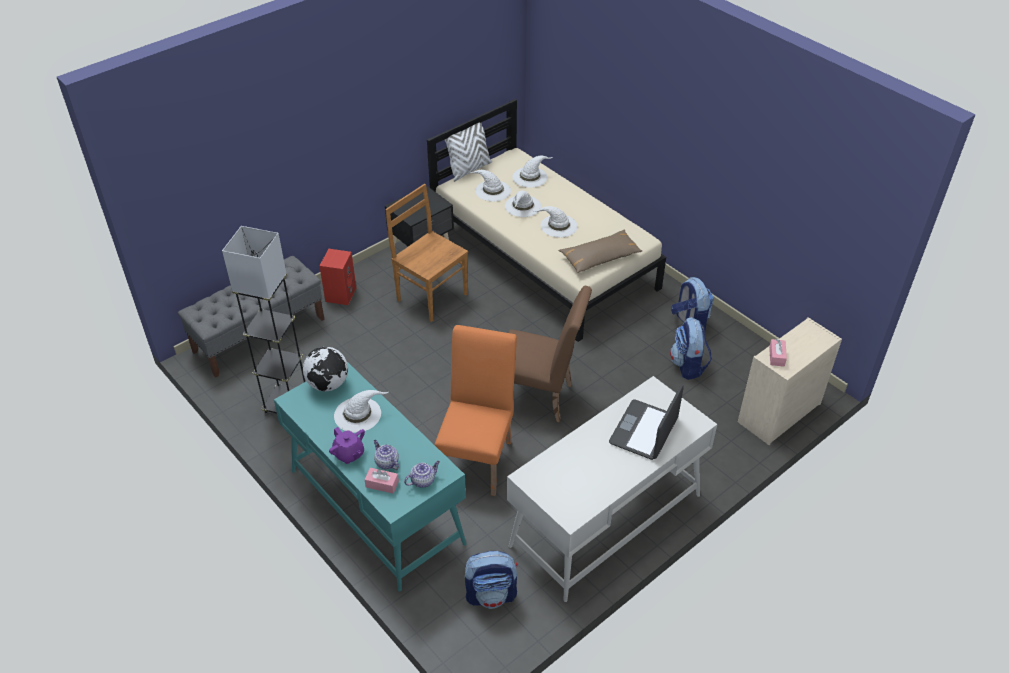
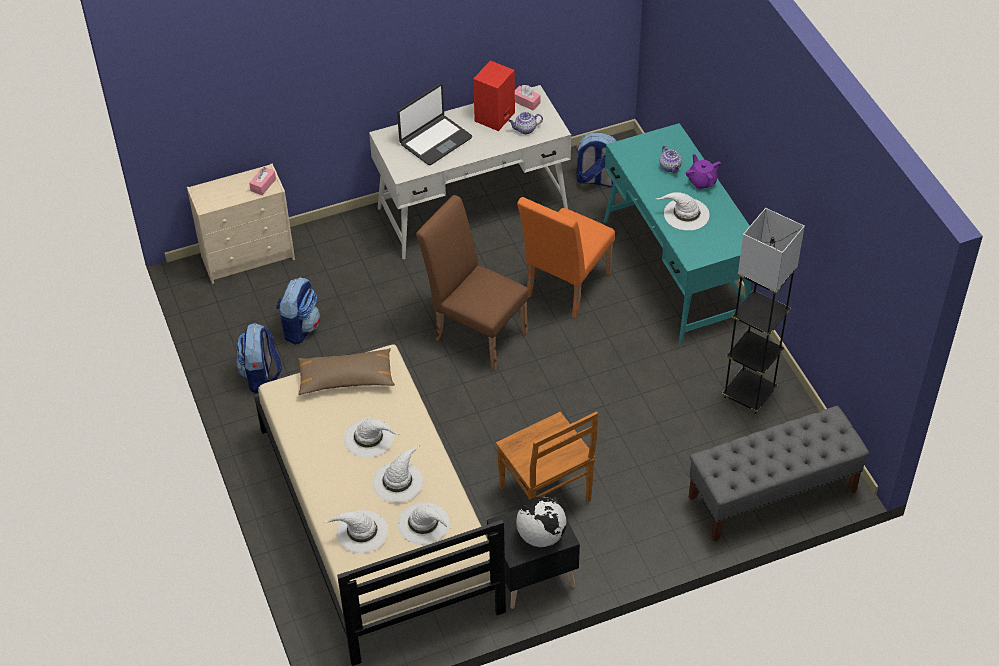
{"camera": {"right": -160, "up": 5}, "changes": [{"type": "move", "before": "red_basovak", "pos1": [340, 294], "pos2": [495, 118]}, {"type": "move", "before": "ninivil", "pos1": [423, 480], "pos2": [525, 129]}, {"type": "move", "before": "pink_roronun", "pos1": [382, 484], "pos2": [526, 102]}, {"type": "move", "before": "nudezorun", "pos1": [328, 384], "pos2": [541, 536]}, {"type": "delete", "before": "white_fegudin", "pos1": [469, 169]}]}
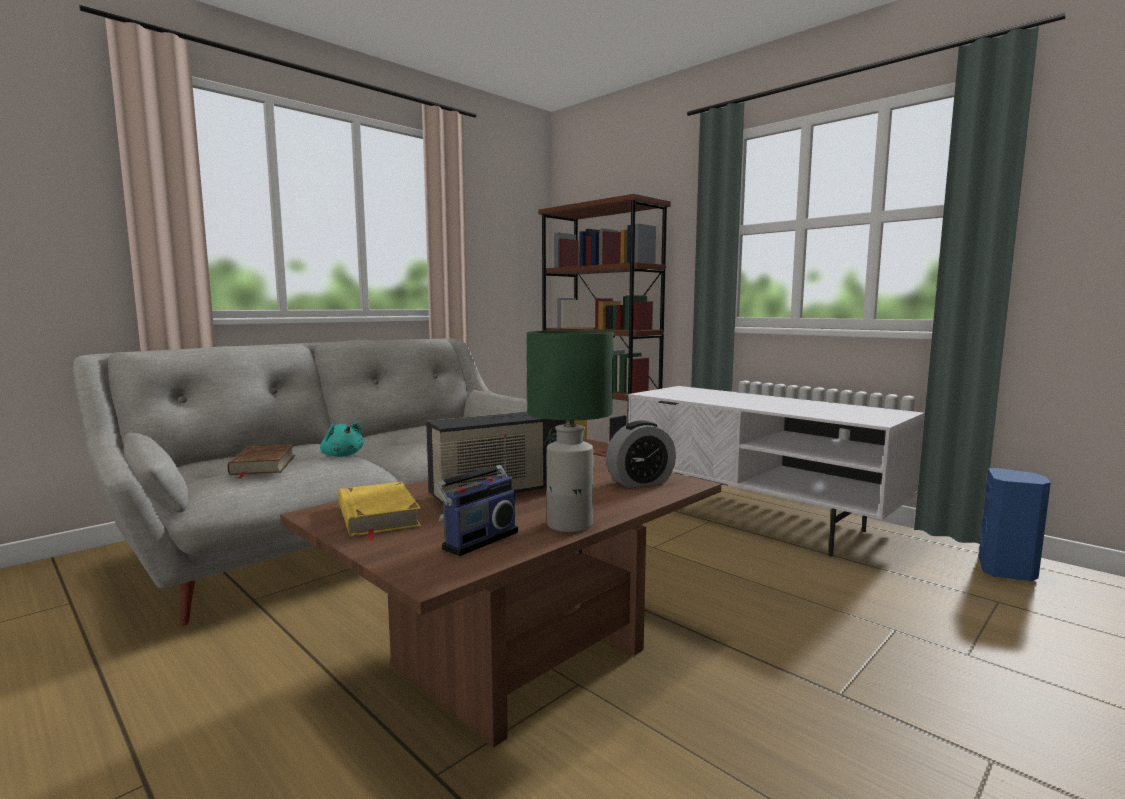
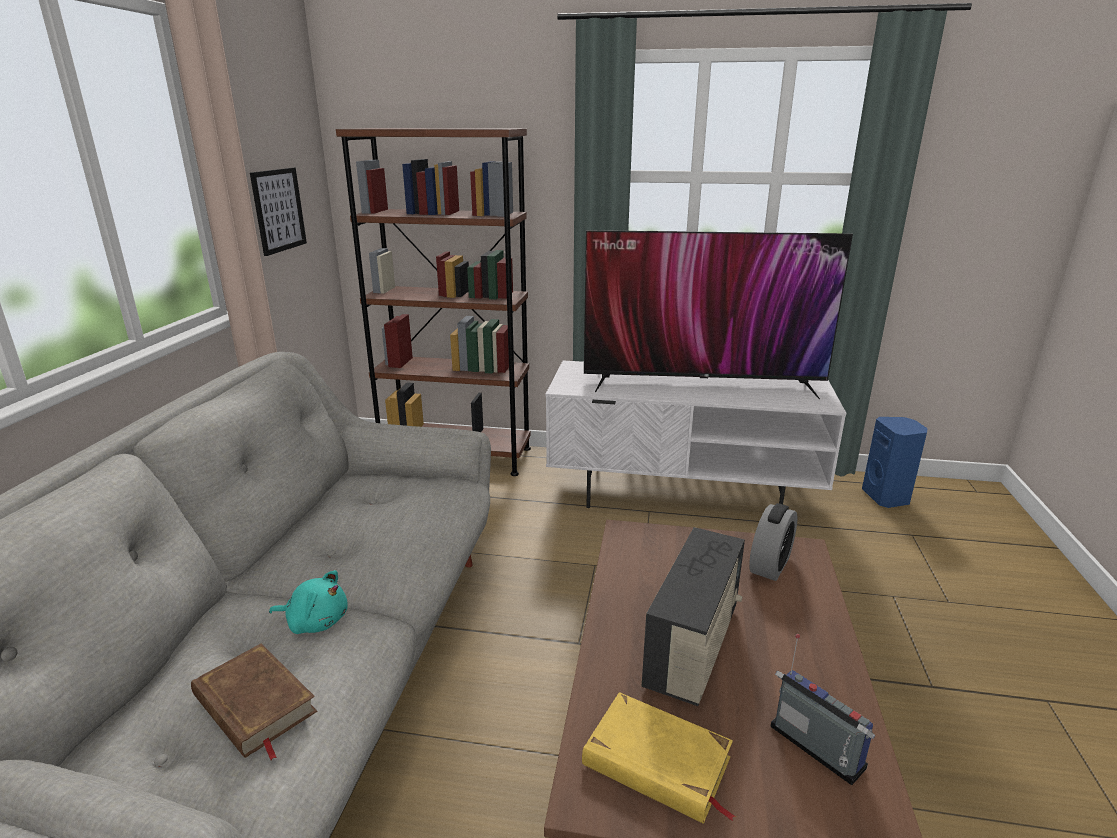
{"camera": {"right": -35, "up": 15}, "changes": [{"type": "insert", "after": "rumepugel", "pos2": [278, 210]}, {"type": "insert", "after": "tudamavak", "pos2": [702, 384]}, {"type": "rotate", "before": "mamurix", "pos1": [478, 539], "pos2": [813, 750], "turn": -45}, {"type": "delete", "before": "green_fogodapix", "pos1": [570, 524]}]}
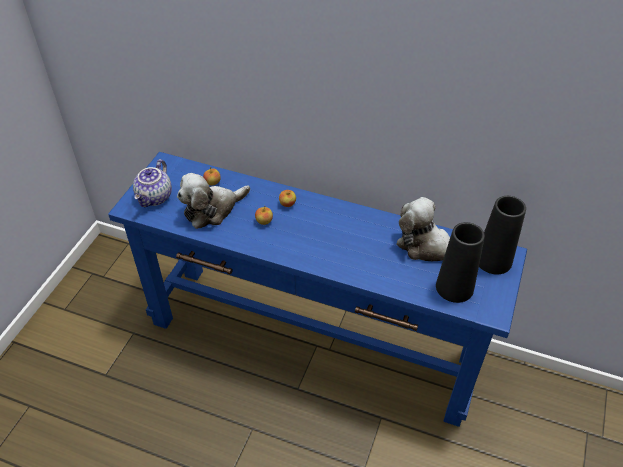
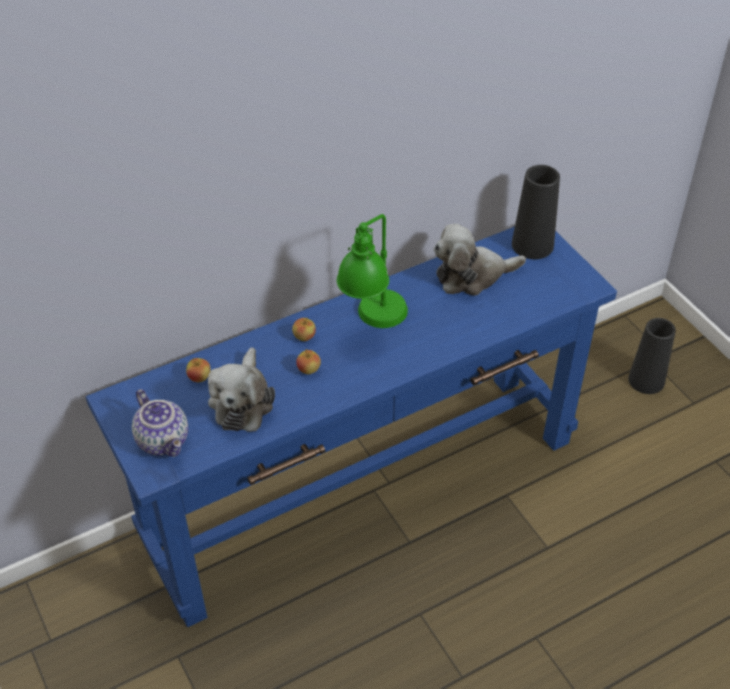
{"camera": {"right": -50, "up": 0}, "changes": [{"type": "insert", "after": "green_fogodapix", "pos2": [373, 325]}, {"type": "move", "before": "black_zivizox", "pos1": [454, 287], "pos2": [646, 380]}]}
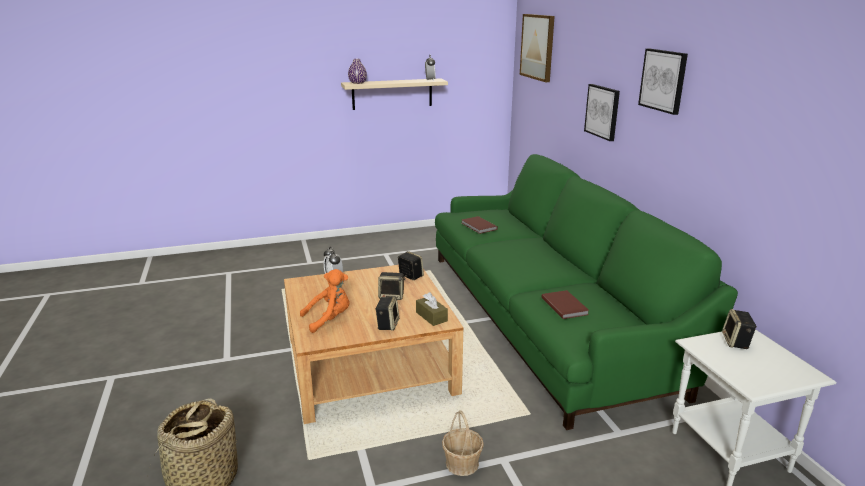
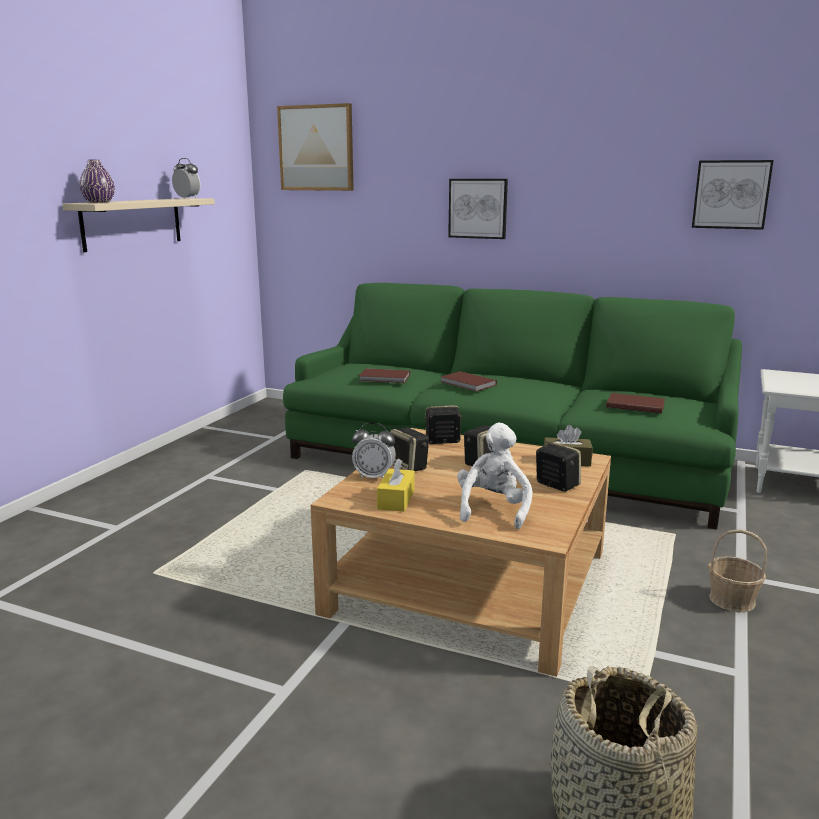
{"camera": {"right": -50, "up": -5}, "changes": [{"type": "insert", "after": "yellow_roronun", "pos2": [396, 499]}, {"type": "move", "before": "basovak", "pos1": [736, 342], "pos2": [409, 467]}, {"type": "insert", "after": "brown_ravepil", "pos2": [467, 384]}, {"type": "recolor", "before": "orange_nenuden", "after": "white_nenuden", "pos1": [329, 319], "pos2": [493, 509]}, {"type": "move", "before": "rumepugel", "pos1": [663, 80], "pos2": [731, 194]}]}
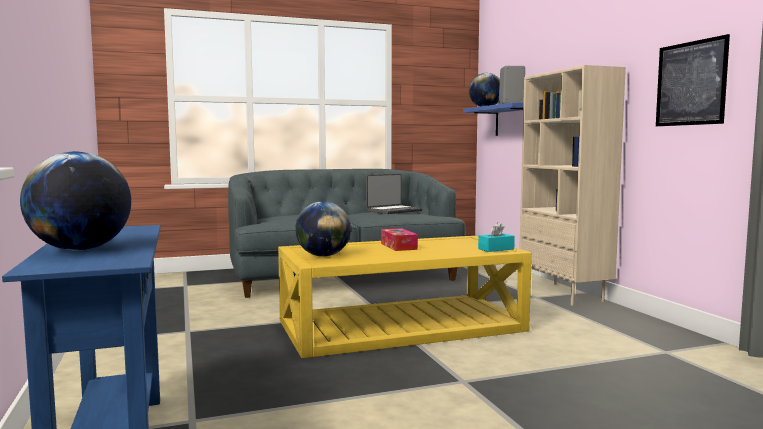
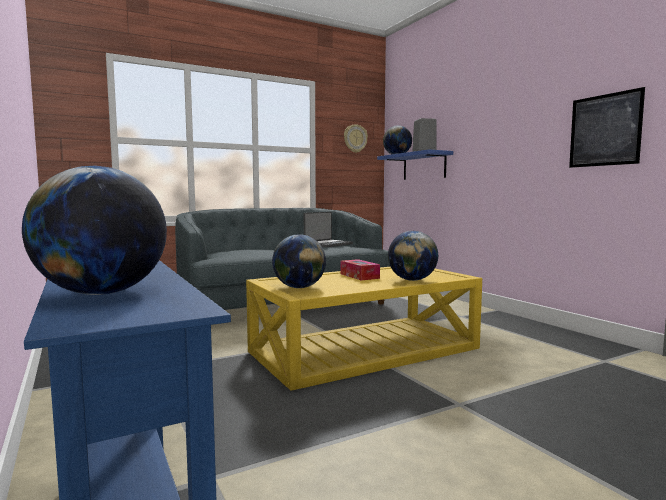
{"camera": {"right": -10, "up": 0}, "changes": [{"type": "insert", "after": "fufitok", "pos2": [355, 138]}, {"type": "insert", "after": "nudezorun", "pos2": [412, 280]}, {"type": "delete", "before": "turquoise_roronun", "pos1": [496, 249]}, {"type": "delete", "before": "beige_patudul", "pos1": [564, 294]}]}
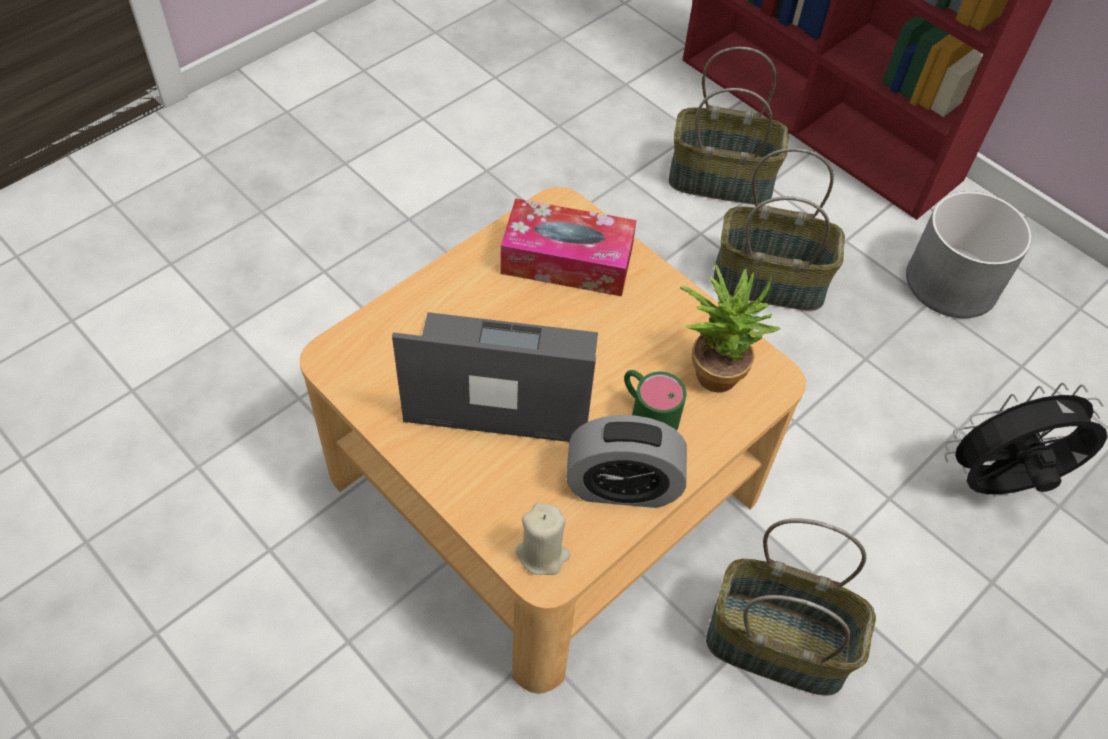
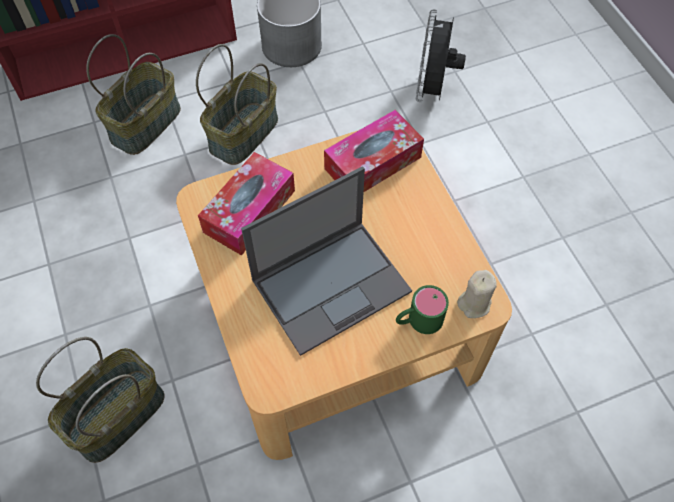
{"camera": {"right": -65, "up": 5}, "changes": [{"type": "move", "before": "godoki", "pos1": [779, 643], "pos2": [117, 414]}, {"type": "rotate", "before": "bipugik", "pos1": [500, 379], "pos2": [332, 284], "turn": -150}, {"type": "replace", "before": "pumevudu", "after": "roronun", "pos1": [714, 368], "pos2": [373, 163]}, {"type": "move", "before": "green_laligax", "pos1": [647, 413], "pos2": [418, 320]}, {"type": "delete", "before": "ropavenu", "pos1": [622, 486]}]}
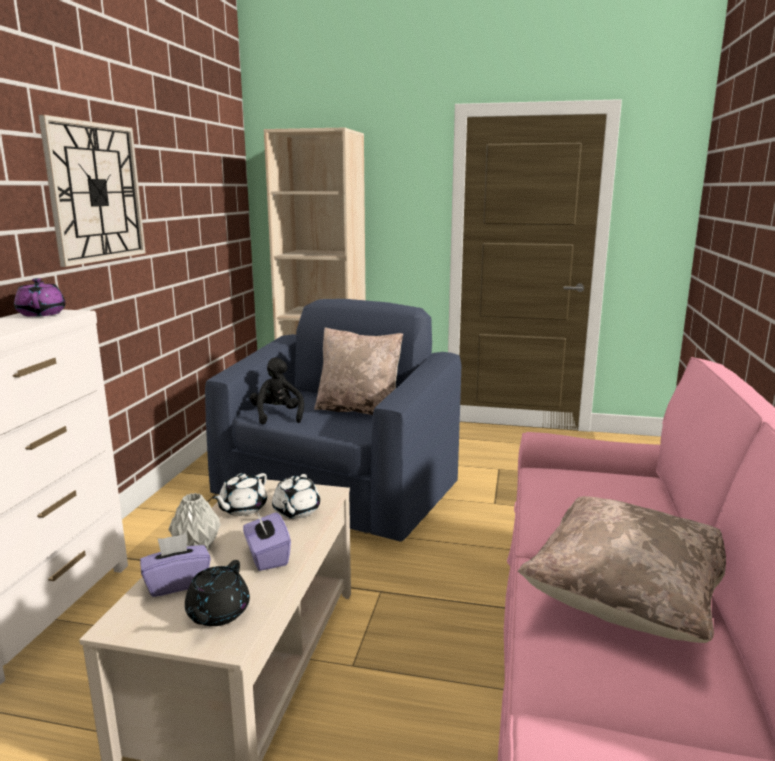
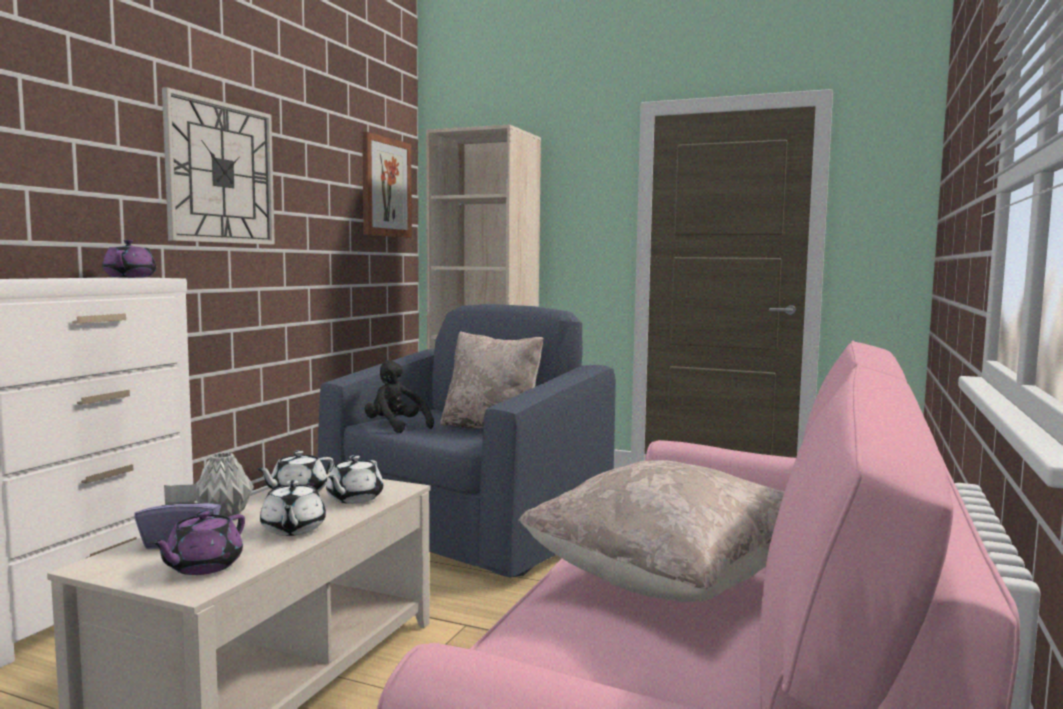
{"camera": {"right": 10, "up": -10}, "changes": [{"type": "recolor", "before": "black_ninivil", "after": "purple_ninivil", "pos1": [217, 613], "pos2": [202, 566]}, {"type": "replace", "before": "purple_roronun", "after": "white_ninivil", "pos1": [267, 557], "pos2": [293, 529]}, {"type": "insert", "after": "rumepugel", "pos2": [385, 187]}, {"type": "rotate", "before": "black_nenuden", "pos1": [277, 416], "pos2": [395, 427], "turn": -45}]}
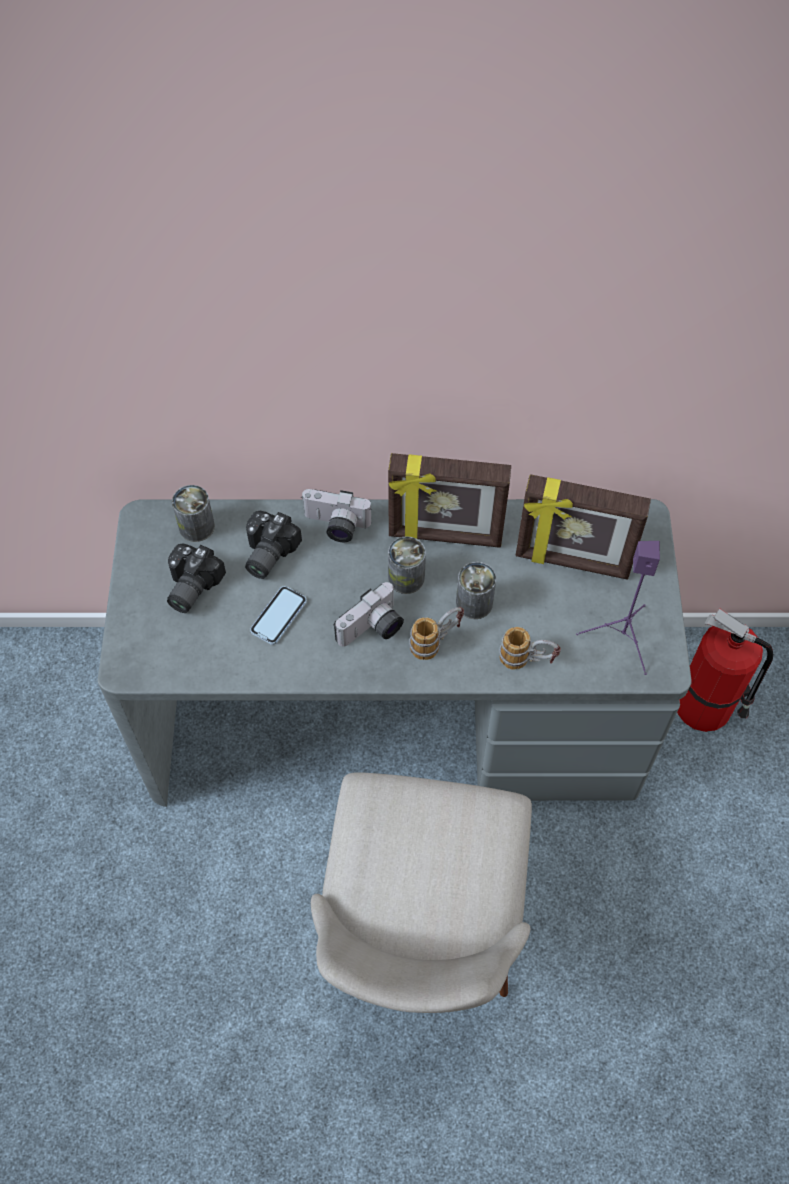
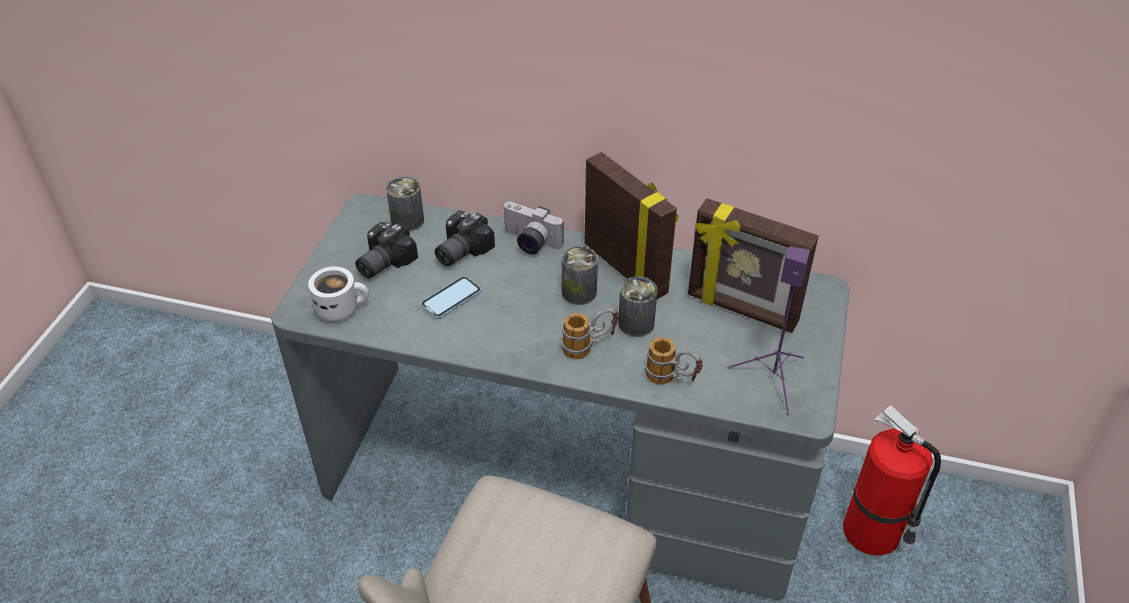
{"camera": {"right": 15, "up": -15}, "changes": [{"type": "insert", "after": "white_laligax", "pos2": [341, 308]}, {"type": "rotate", "before": "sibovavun", "pos1": [445, 536], "pos2": [626, 268], "turn": -150}, {"type": "delete", "before": "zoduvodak", "pos1": [372, 629]}]}
